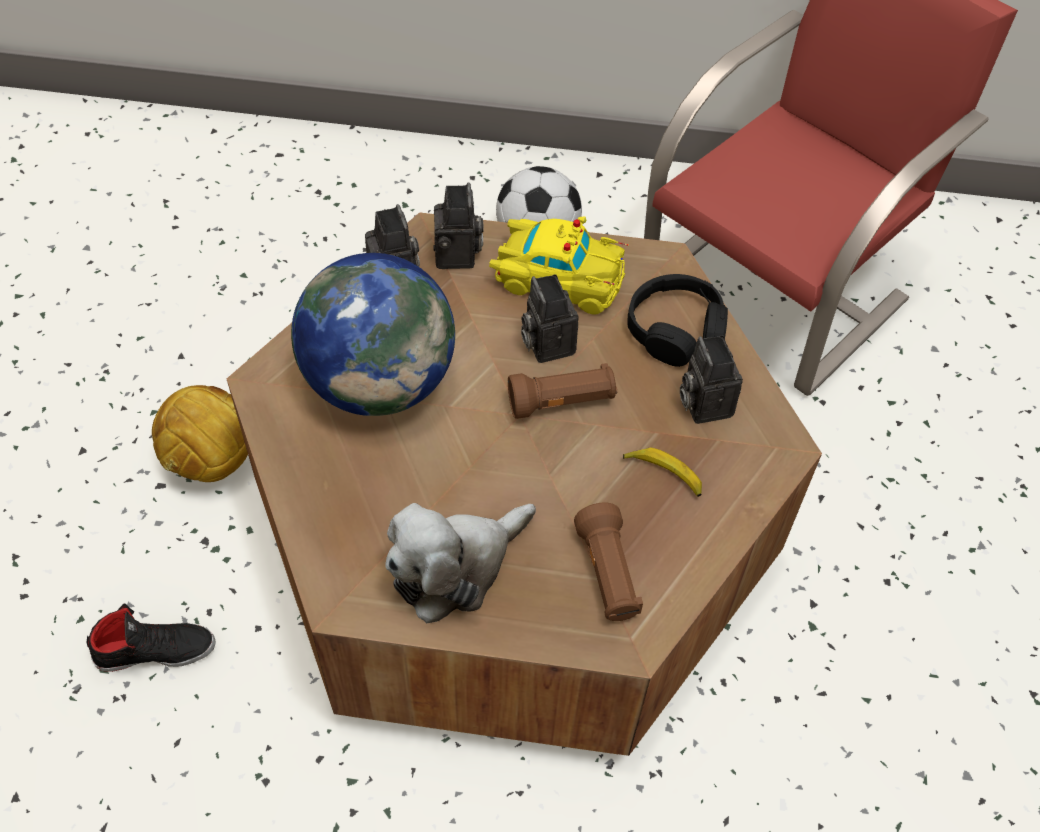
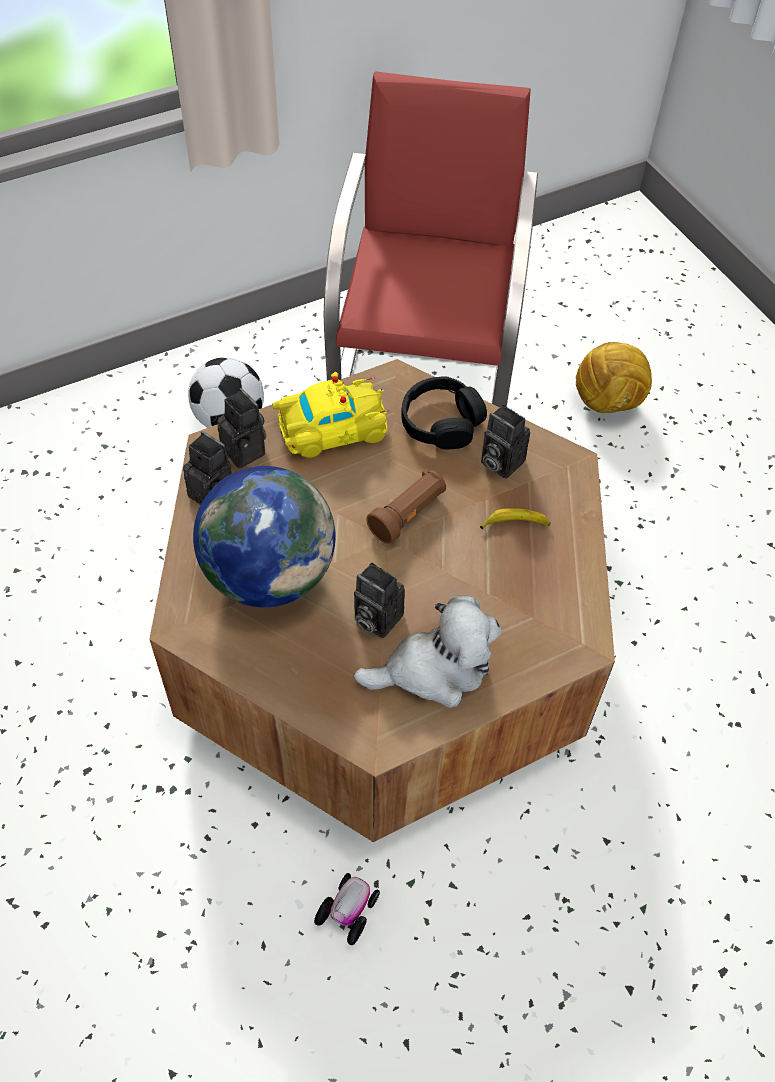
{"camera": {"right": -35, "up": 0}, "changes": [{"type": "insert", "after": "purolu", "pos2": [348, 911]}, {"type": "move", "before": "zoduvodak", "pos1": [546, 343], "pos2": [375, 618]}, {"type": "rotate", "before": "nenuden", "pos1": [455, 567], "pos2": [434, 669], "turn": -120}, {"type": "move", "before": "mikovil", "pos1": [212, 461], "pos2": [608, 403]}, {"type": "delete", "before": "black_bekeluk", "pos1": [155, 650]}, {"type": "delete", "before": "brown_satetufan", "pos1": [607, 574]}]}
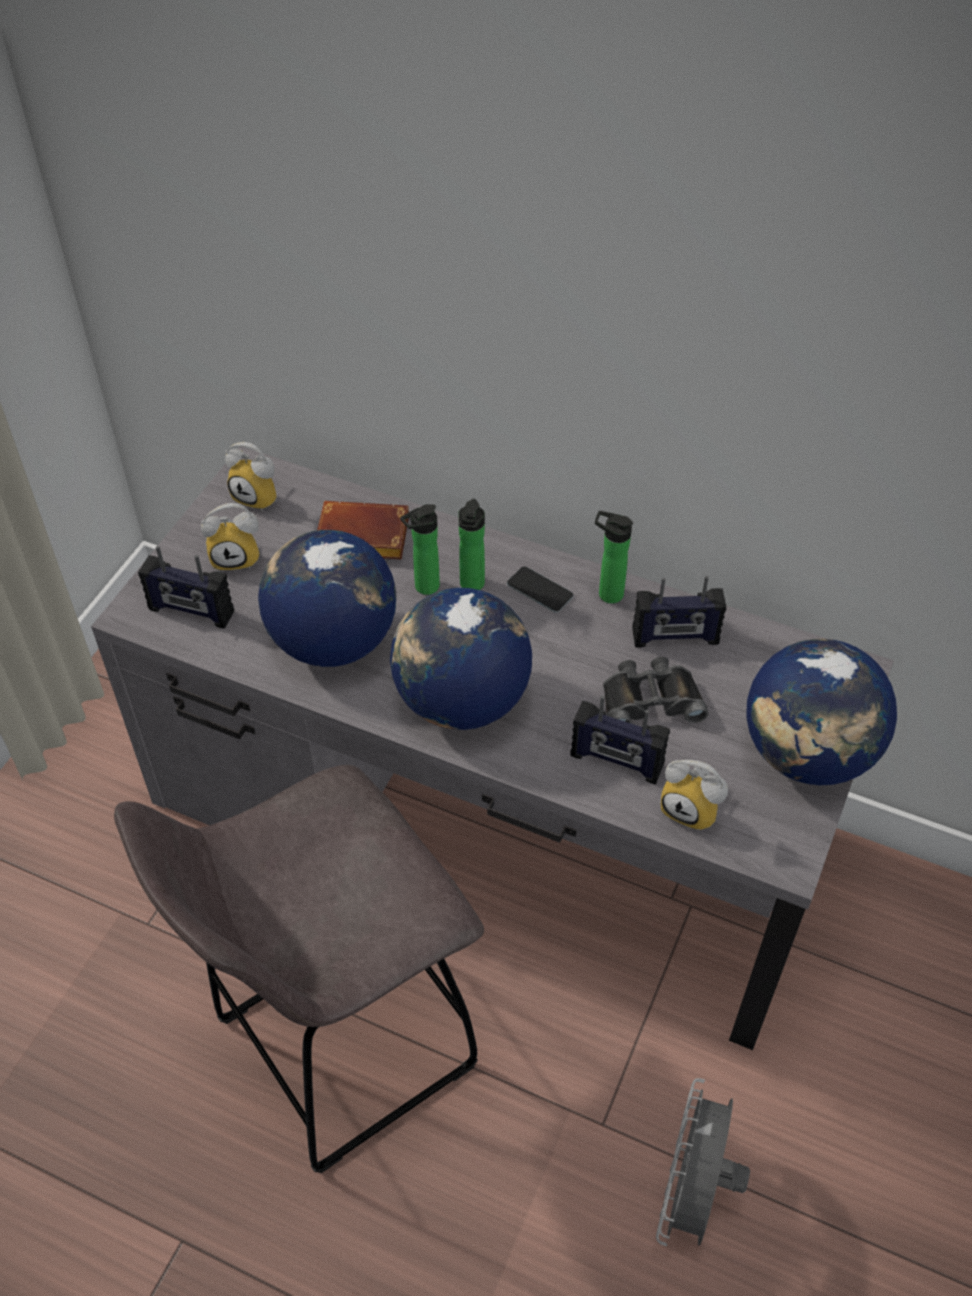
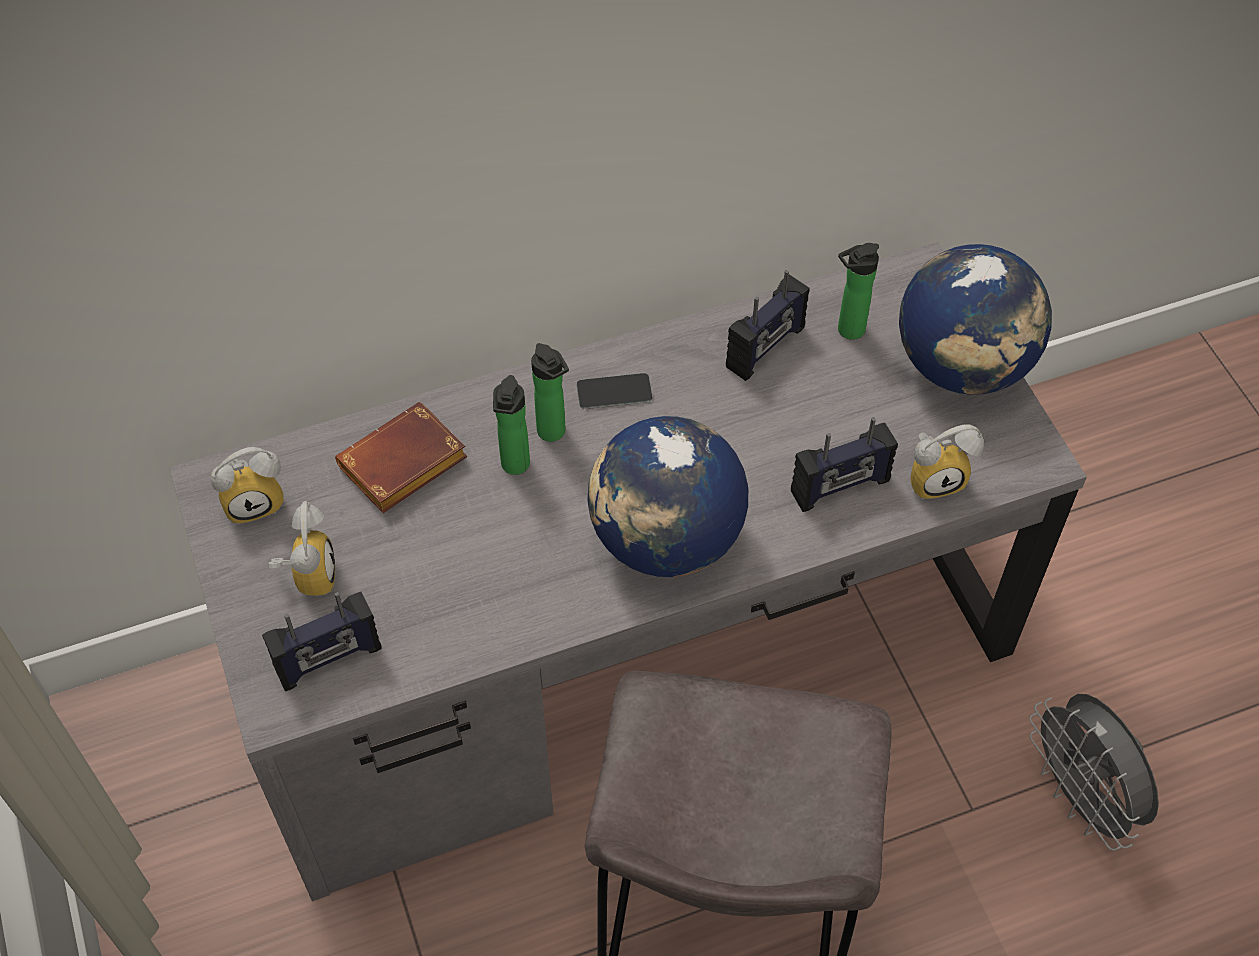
{"camera": {"right": -45, "up": 5}, "changes": [{"type": "rotate", "before": "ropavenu", "pos1": [237, 557], "pos2": [307, 574], "turn": -45}, {"type": "move", "before": "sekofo", "pos1": [607, 593], "pos2": [847, 331]}, {"type": "delete", "before": "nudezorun", "pos1": [332, 641]}, {"type": "delete", "before": "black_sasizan", "pos1": [650, 699]}]}
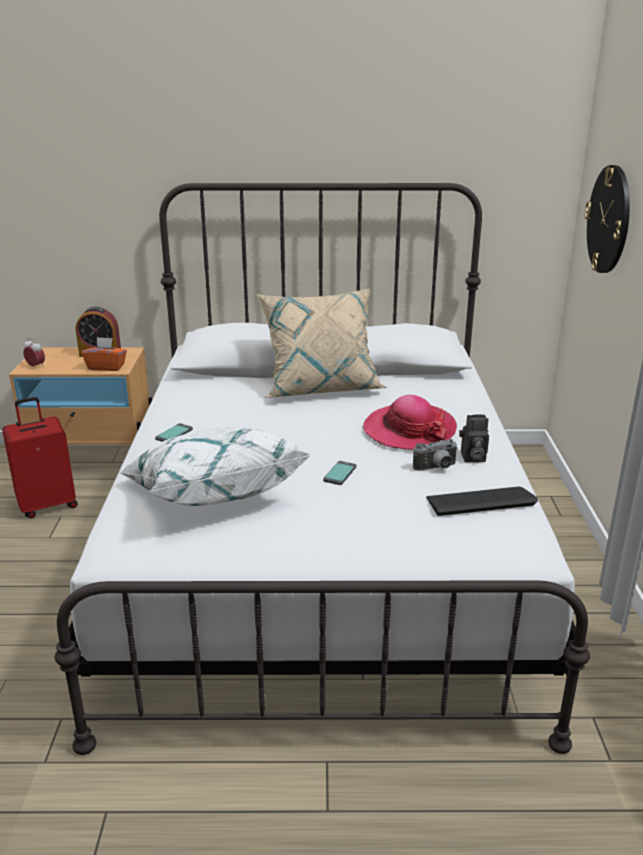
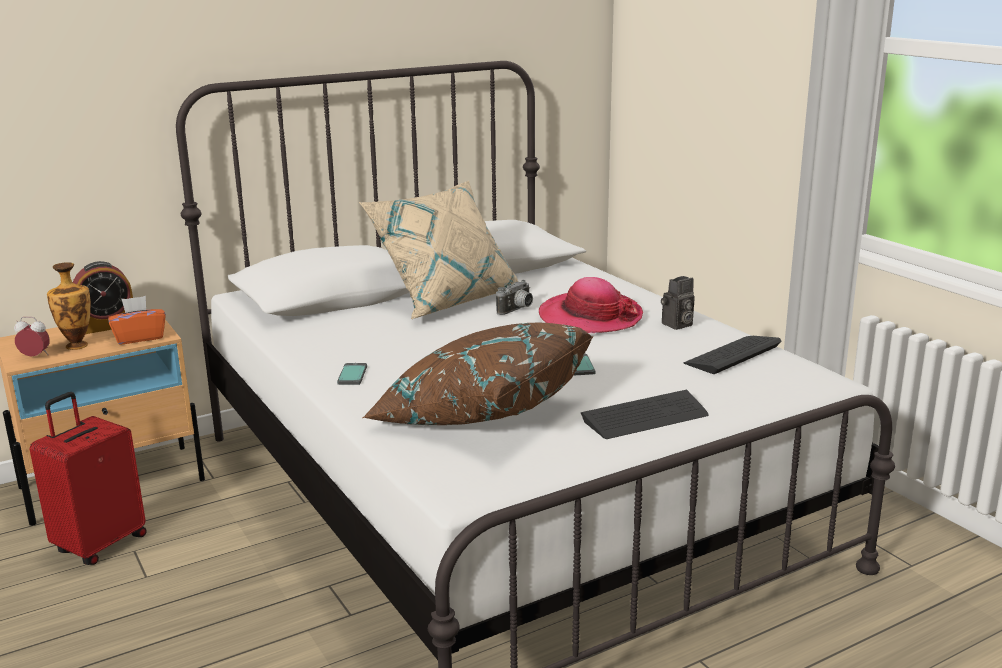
{"camera": {"right": -30, "up": -5}, "changes": [{"type": "insert", "after": "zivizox", "pos2": [77, 345]}, {"type": "recolor", "before": "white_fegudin", "after": "brown_fegudin", "pos1": [212, 494], "pos2": [480, 413]}, {"type": "move", "before": "zoduvodak", "pos1": [436, 468], "pos2": [517, 310]}, {"type": "insert", "after": "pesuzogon", "pos2": [645, 417]}, {"type": "delete", "before": "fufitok", "pos1": [609, 220]}]}
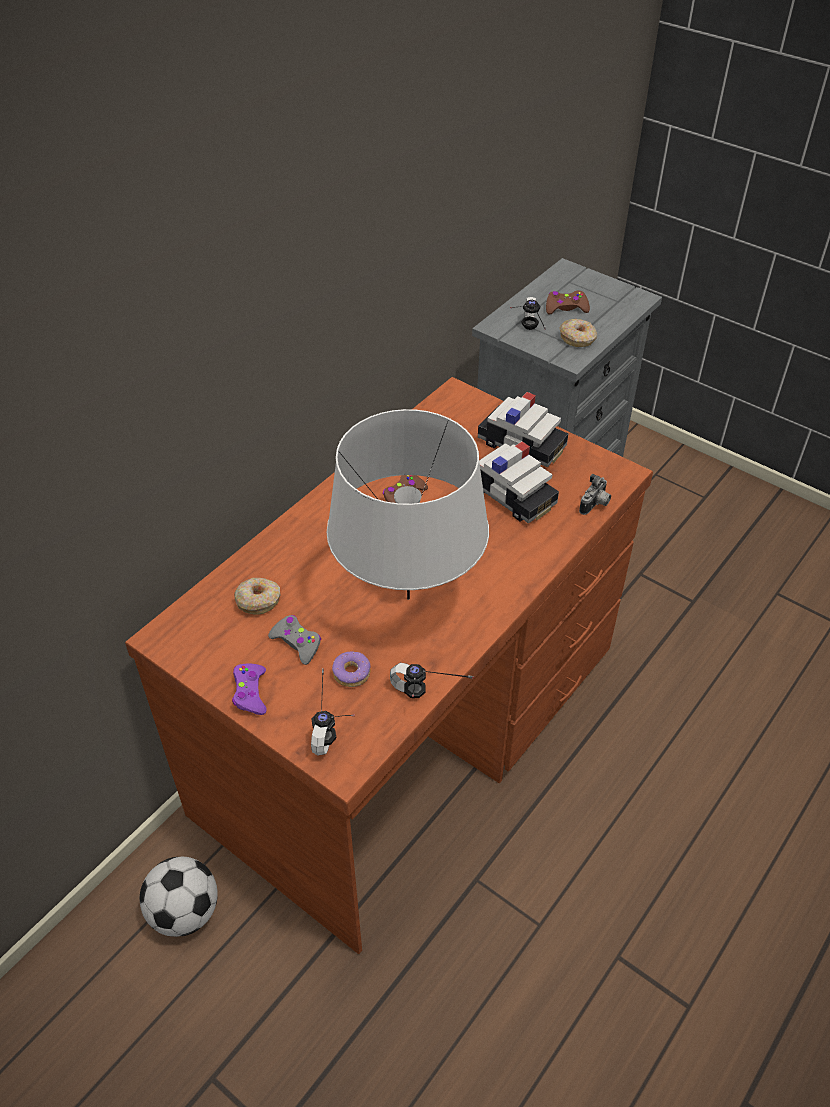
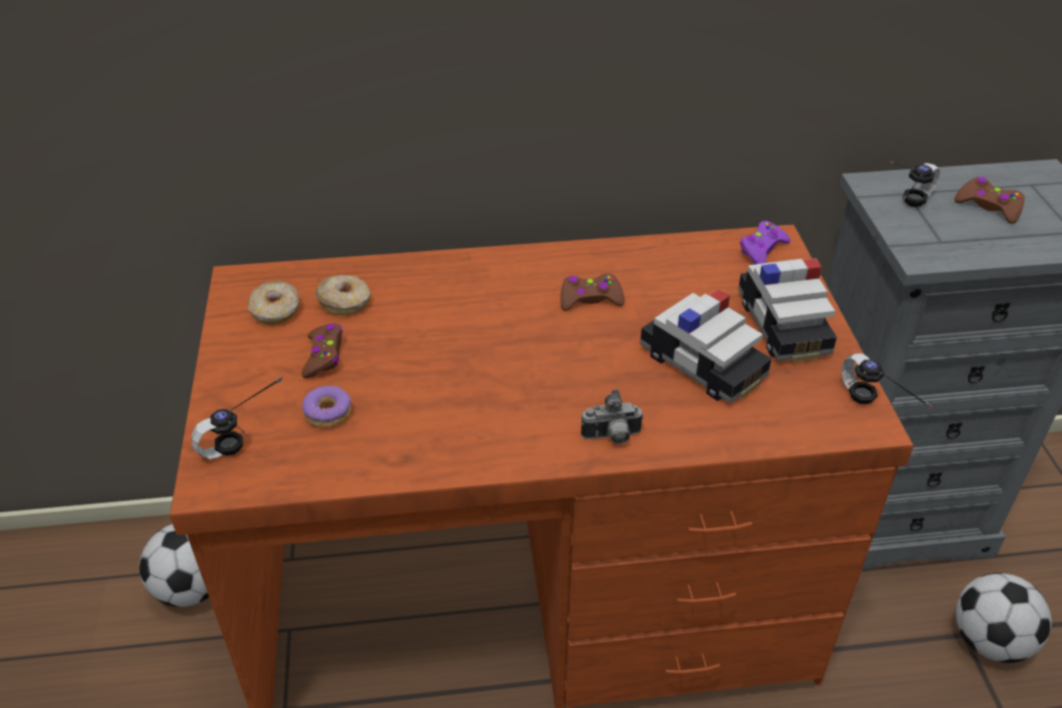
{"camera": {"right": 45, "up": -5}, "changes": [{"type": "move", "before": "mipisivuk", "pos1": [578, 338], "pos2": [276, 311]}, {"type": "recolor", "before": "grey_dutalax", "after": "brown_dutalax", "pos1": [297, 643], "pos2": [324, 356]}, {"type": "move", "before": "zoduvodak", "pos1": [595, 505], "pos2": [612, 437]}, {"type": "rotate", "before": "purolu", "pos1": [511, 495], "pos2": [702, 365], "turn": -45}, {"type": "move", "before": "purple_dutalax", "pos1": [250, 693], "pos2": [762, 250]}, {"type": "move", "before": "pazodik", "pos1": [426, 702], "pos2": [865, 412]}, {"type": "insert", "after": "mikovil", "pos2": [990, 641]}, {"type": "delete", "before": "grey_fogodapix", "pos1": [408, 598]}]}
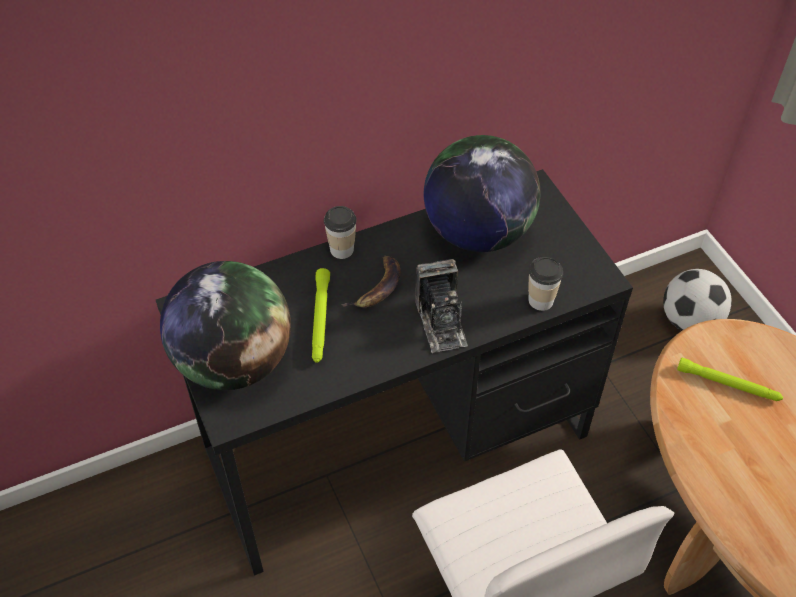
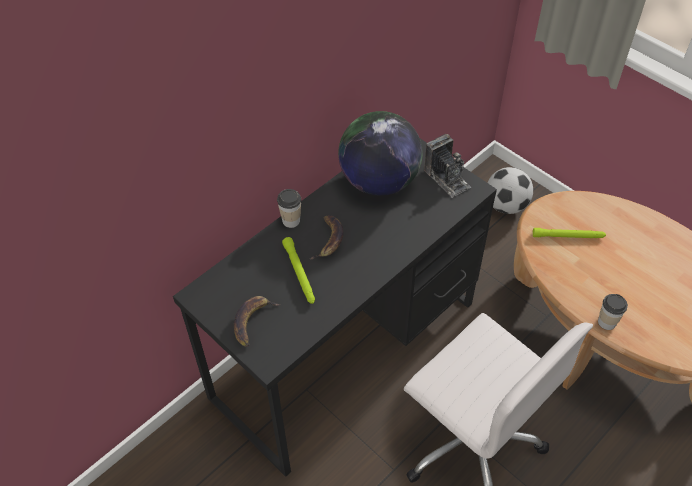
{"camera": {"right": -20, "up": 0}, "changes": [{"type": "replace", "before": "nudezorun", "after": "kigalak", "pos1": [234, 361], "pos2": [252, 321]}, {"type": "move", "before": "zoduvodak", "pos1": [441, 322], "pos2": [447, 178]}, {"type": "move", "before": "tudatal", "pos1": [540, 300], "pos2": [606, 322]}]}
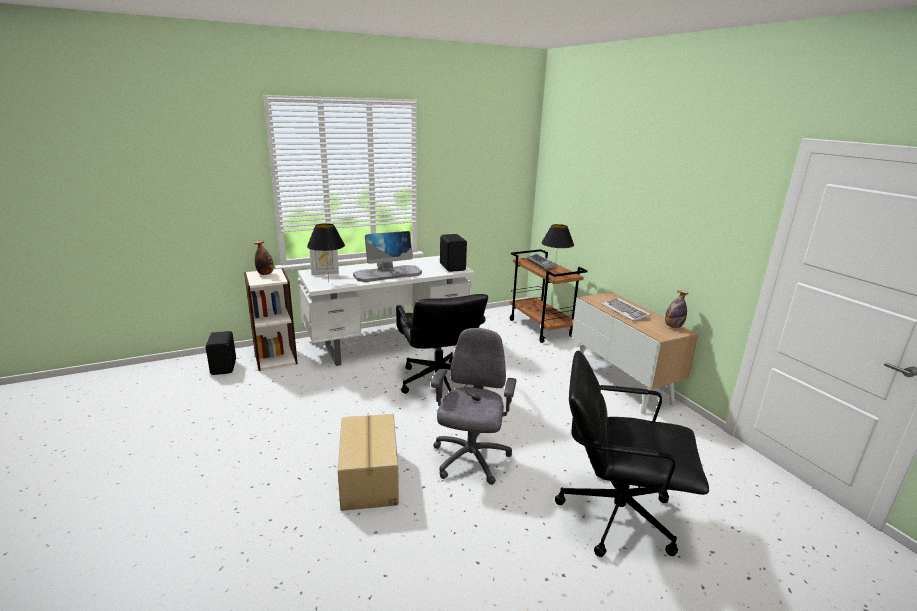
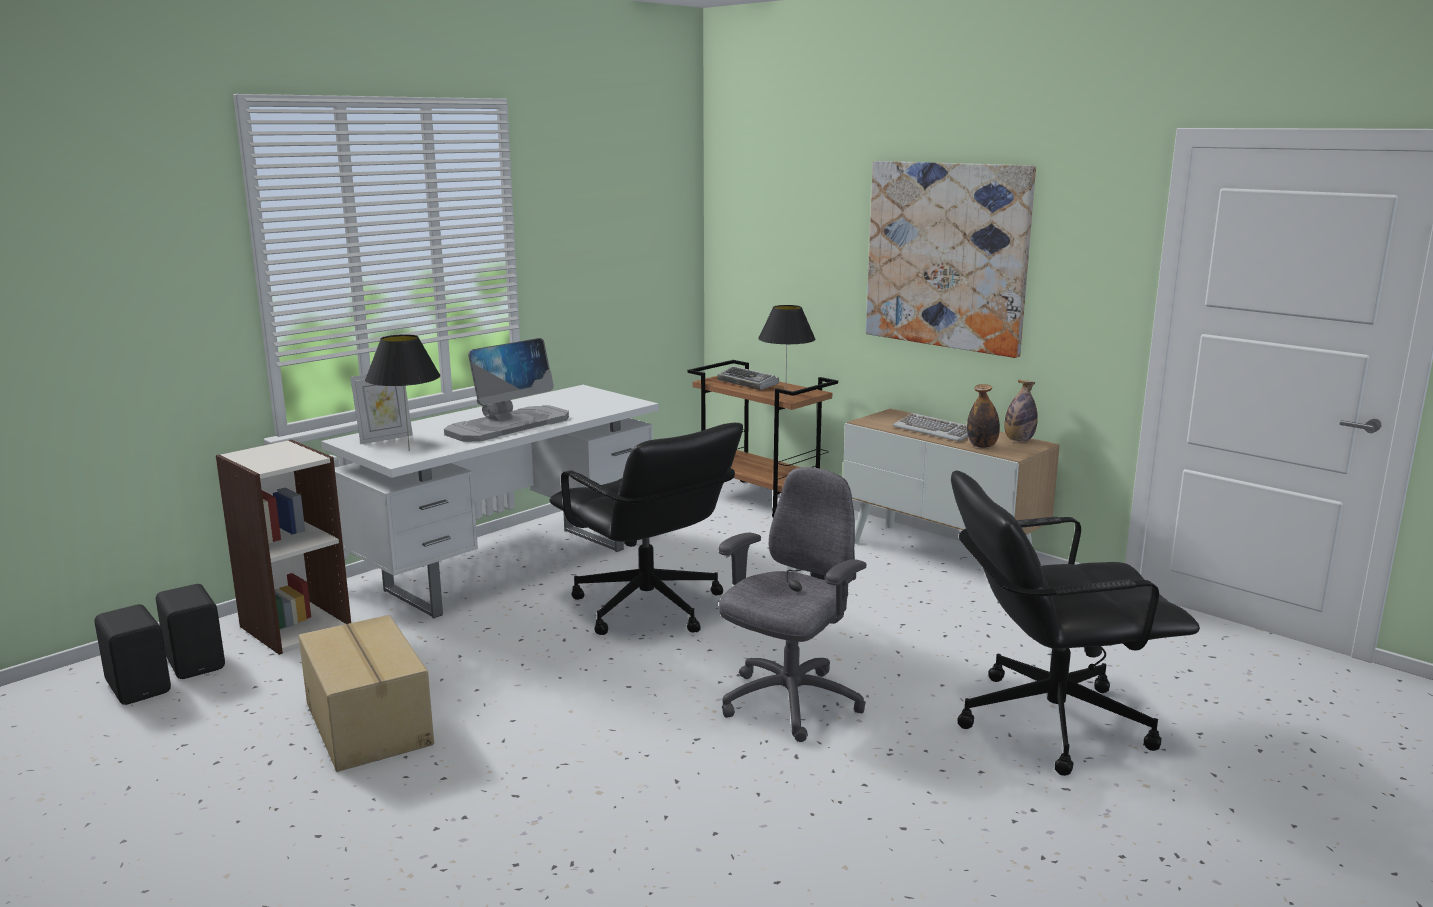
{"camera": {"right": -20, "up": -5}, "changes": [{"type": "move", "before": "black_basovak", "pos1": [453, 267], "pos2": [140, 686]}, {"type": "move", "before": "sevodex", "pos1": [370, 477], "pos2": [370, 723]}, {"type": "rotate", "before": "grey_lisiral", "pos1": [470, 460], "pos2": [789, 703], "turn": 45}, {"type": "insert", "after": "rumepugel", "pos2": [946, 255]}, {"type": "move", "before": "sekofo", "pos1": [265, 274], "pos2": [982, 446]}]}
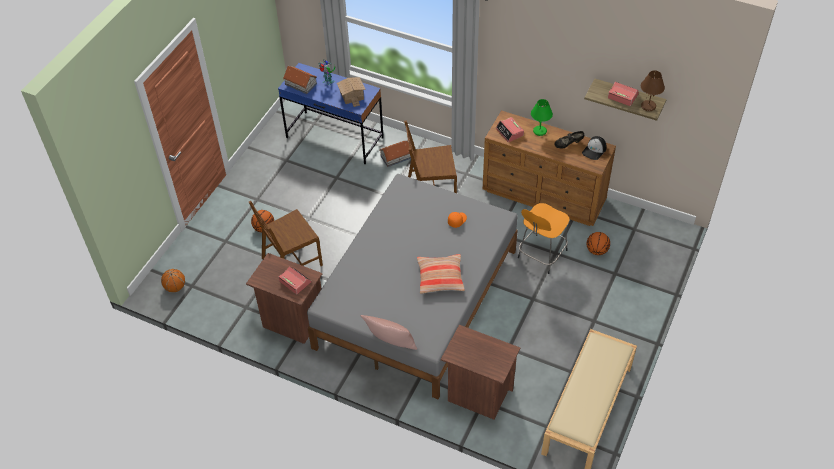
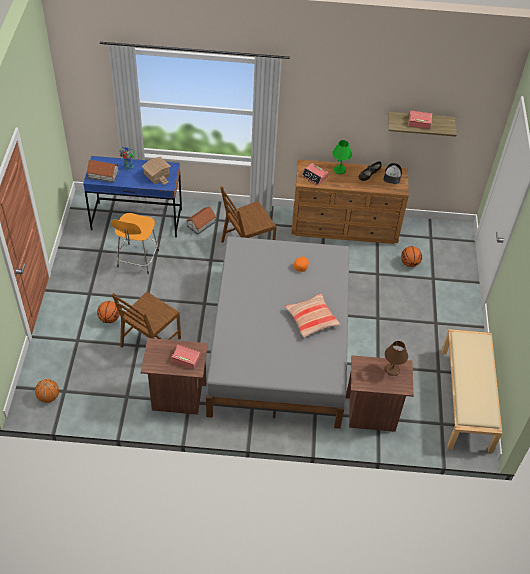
{"camera": {"right": -25, "up": 0}, "changes": [{"type": "move", "before": "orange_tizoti", "pos1": [541, 255], "pos2": [137, 260]}, {"type": "move", "before": "brown_fogodapix", "pos1": [648, 106], "pos2": [392, 370]}, {"type": "delete", "before": "pink_fegudin", "pos1": [390, 345]}]}
